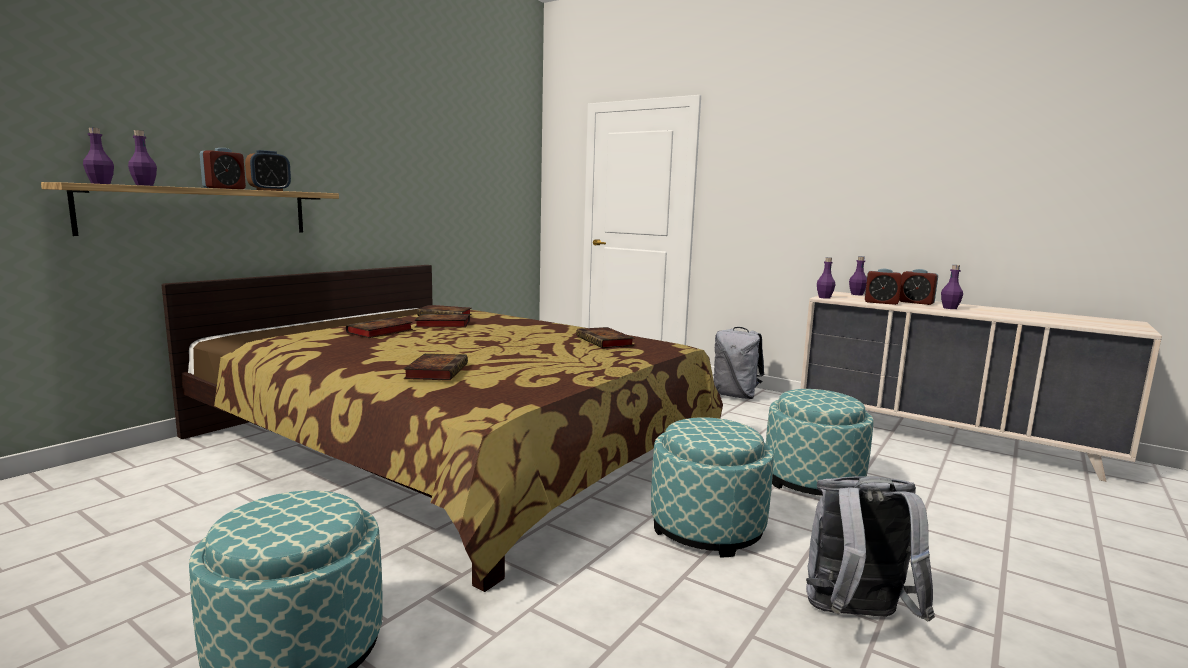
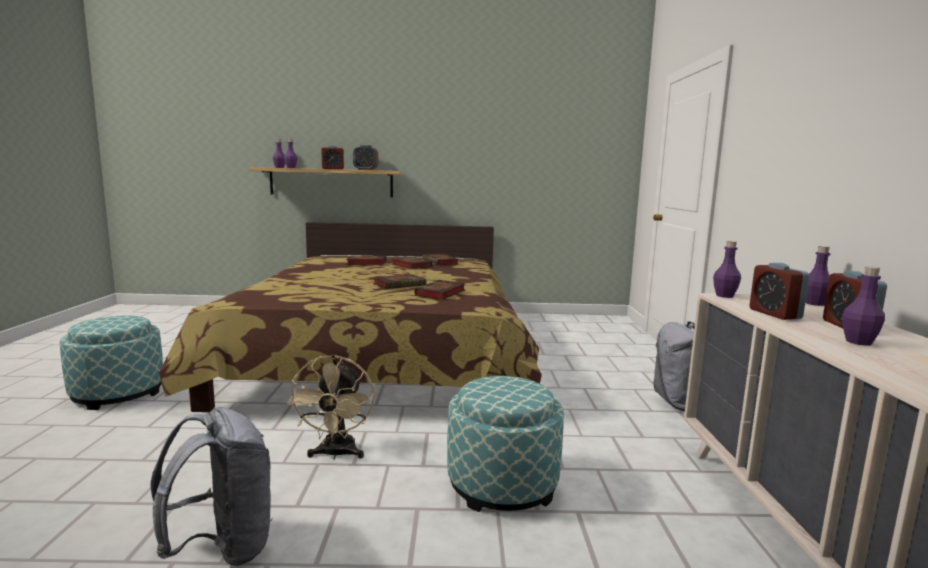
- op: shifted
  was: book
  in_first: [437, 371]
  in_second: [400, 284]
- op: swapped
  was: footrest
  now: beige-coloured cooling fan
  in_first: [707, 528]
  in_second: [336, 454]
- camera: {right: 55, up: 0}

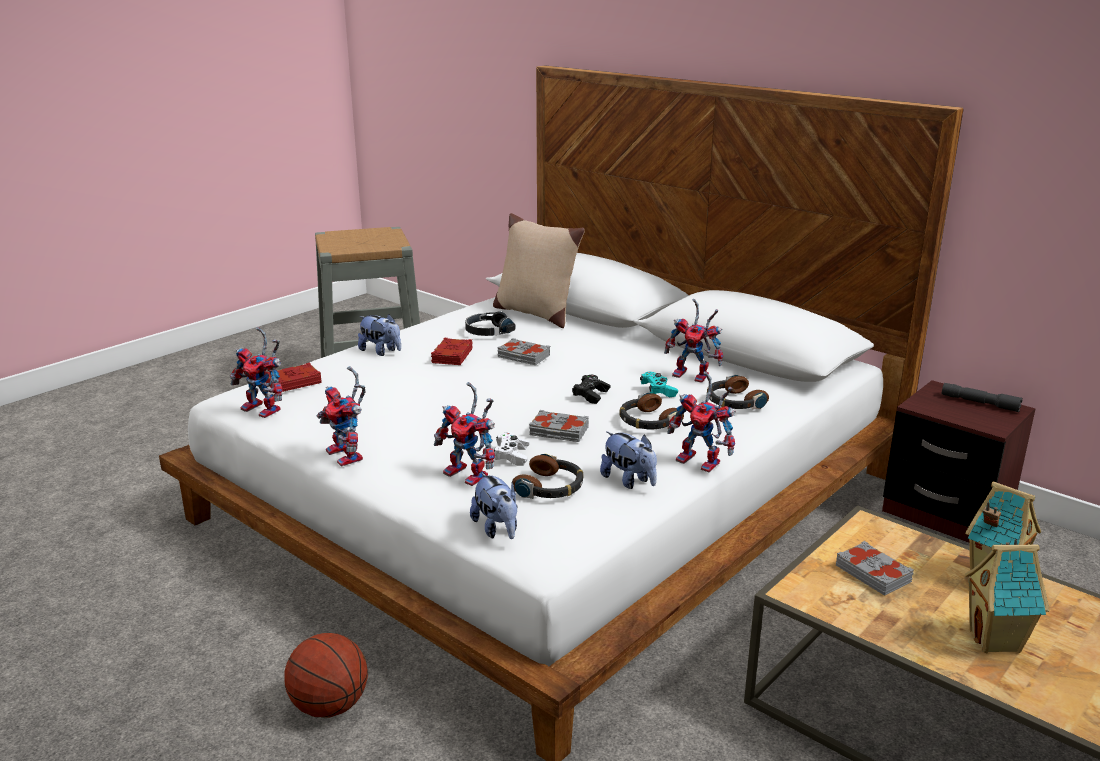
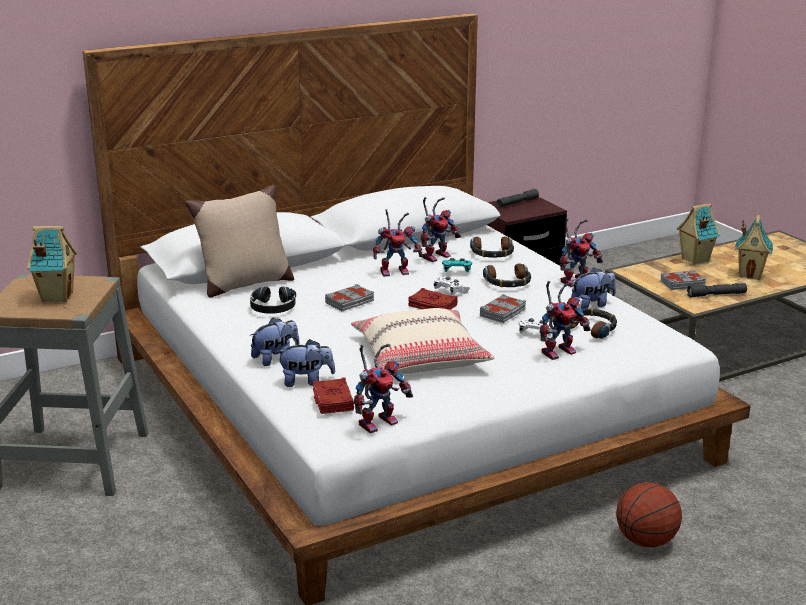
- op: new
  now: model house
  in_second: [56, 297]
- op: new
  now: beige-coloured pillow
  in_second: [419, 357]
- op: new
  now: gray hand torch
  in_second: [716, 295]
- op: shifted
  was: toy robot
  in_first: [349, 456]
  in_second: [396, 271]
- op: shifted
  was: reddish book
  in_first: [451, 356]
  in_second: [432, 306]
- op: shifted
  was: soft toy
  in_first: [497, 529]
  in_second: [306, 381]
- op: repainted
  was: black-coloured gamepad
  now: white gamepad
  in_first: [591, 395]
  in_second: [450, 291]
- camera: {right: -70, up: 0}

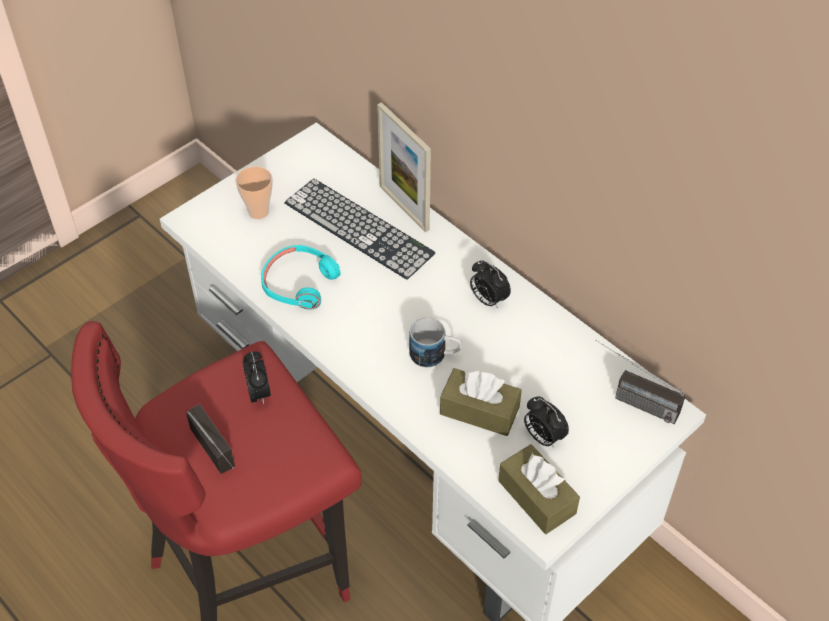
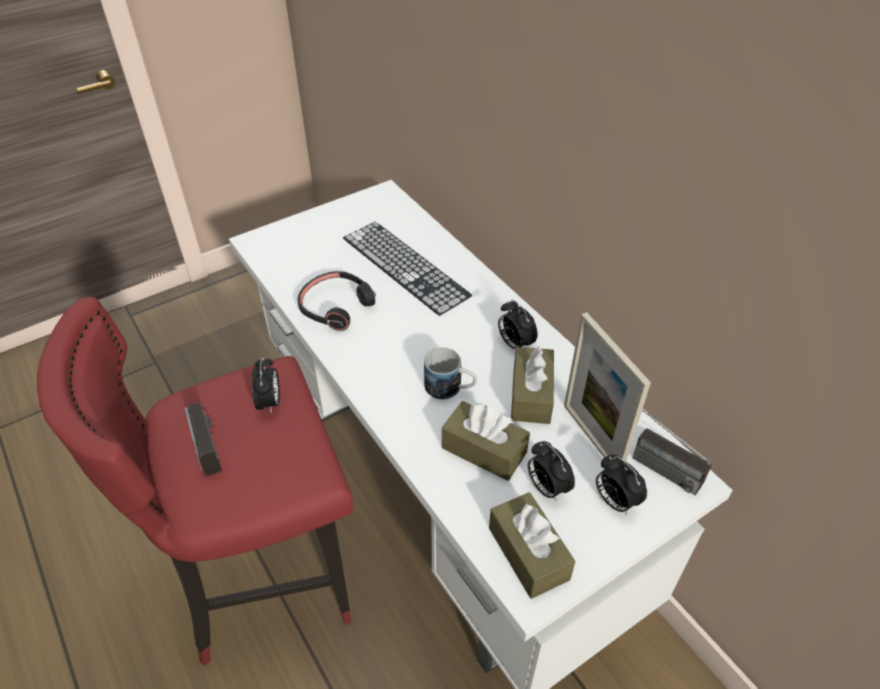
- op: gone
  was: cup
  in_first: [258, 212]
- op: new
  now: brown tissue box
  in_second: [531, 394]
- op: new
  now: bedside clock
  in_second: [614, 501]
- op: shifted
  was: photo frame
  in_first: [404, 208]
  in_second: [592, 437]
- op: repainted
  was: blue-green headset
  now: black-coloured headset
  in_first: [299, 283]
  in_second: [336, 306]
- camera: {right: 10, up: -5}

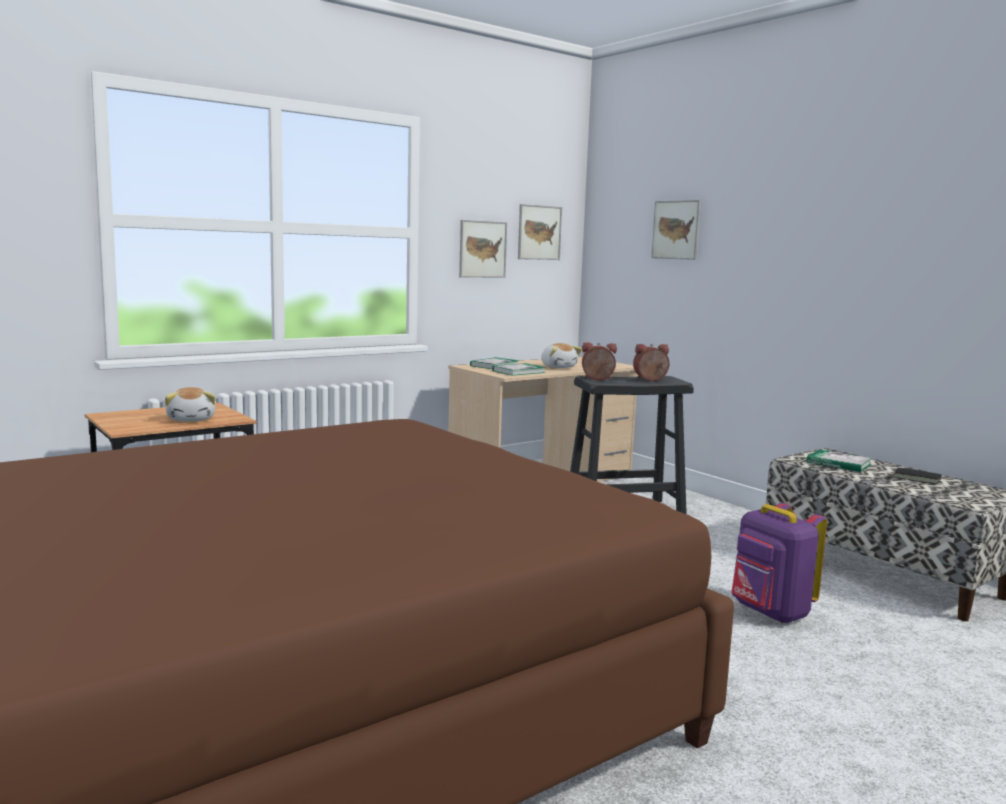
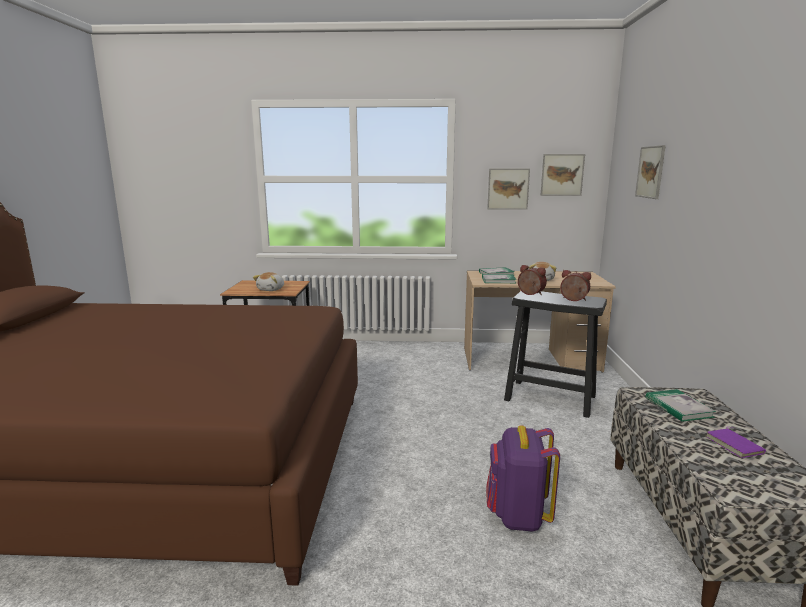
- op: repainted
  was: black-coloured book
  now: purplish book
  in_first: [917, 478]
  in_second: [735, 445]
- camera: {right: 40, up: 5}

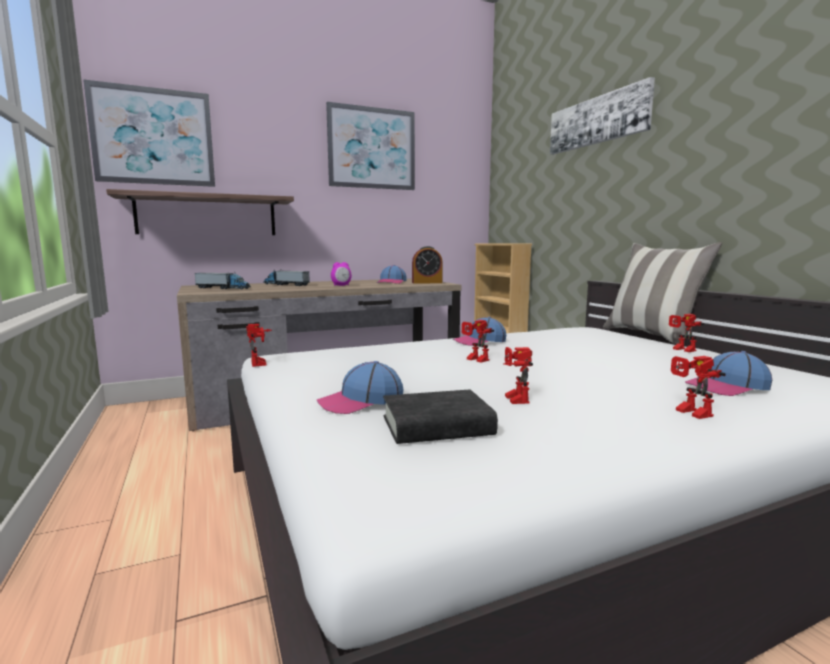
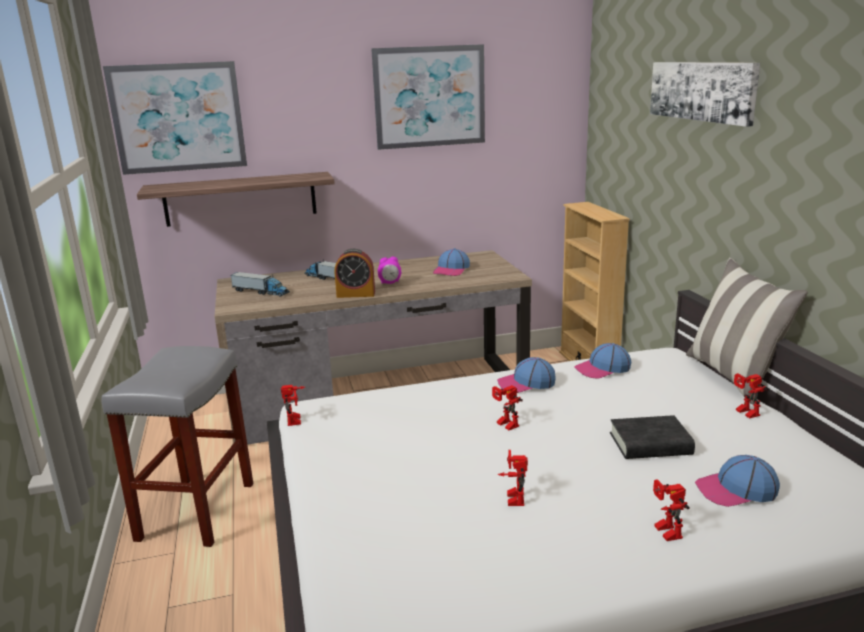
- op: new
  now: gray sitting stool
  in_second: [196, 510]
- op: shifted
  was: cap
  in_first: [361, 401]
  in_second: [602, 369]
- op: shifted
  was: black-coloured book
  in_first: [437, 426]
  in_second: [650, 444]
- op: shifted
  was: bedside clock
  in_first: [427, 282]
  in_second: [356, 294]
- camera: {right: 10, up: 10}

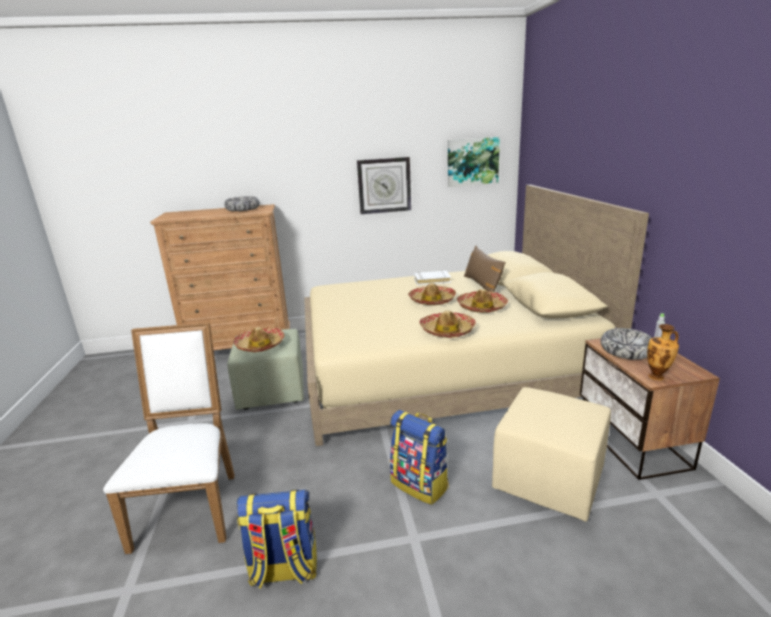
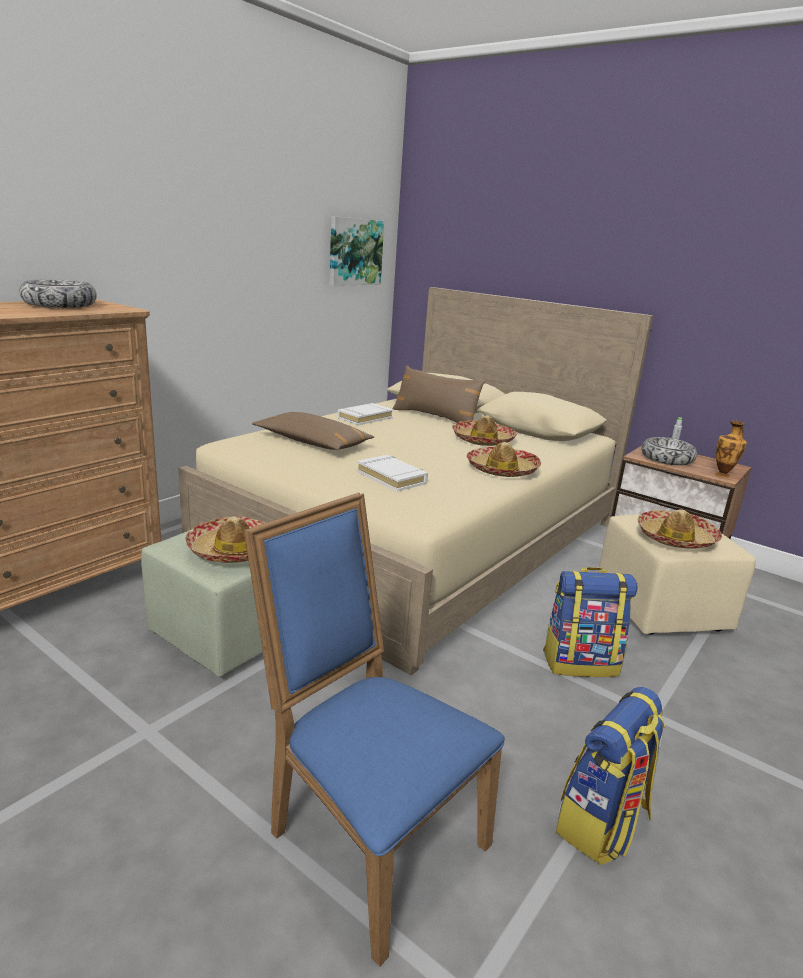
- op: gone
  was: hanging clock
  in_first: [384, 185]
- op: new
  now: brown pillow
  in_second: [312, 443]
- op: new
  now: white book
  in_second: [392, 477]
- op: shifted
  was: wearable hat
  in_first: [432, 300]
  in_second: [675, 538]
- op: repainted
  was: white upright chair
  now: blue-coloured upright chair
  in_first: [191, 505]
  in_second: [367, 836]
- camera: {right: -45, up: 0}

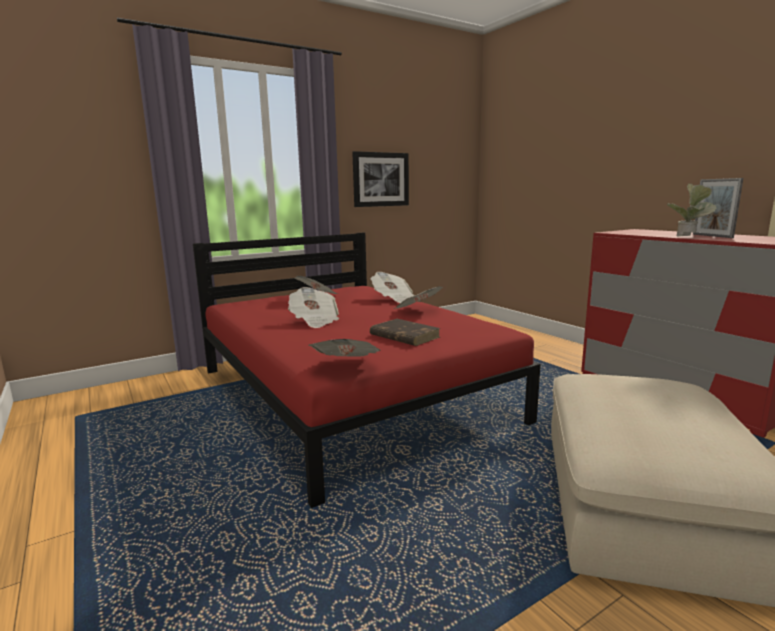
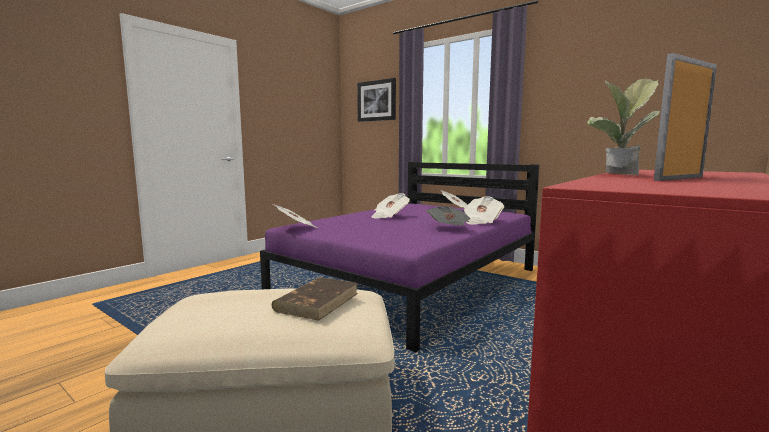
- op: shifted
  was: wall picture
  in_first: [380, 179]
  in_second: [376, 100]
- op: shifted
  was: brown book
  in_first: [404, 336]
  in_second: [317, 301]
- op: repainted
  was: reddish bedroom bed
  now: purplish bedroom bed
  in_first: [349, 394]
  in_second: [411, 282]
- camera: {right: 70, up: -5}

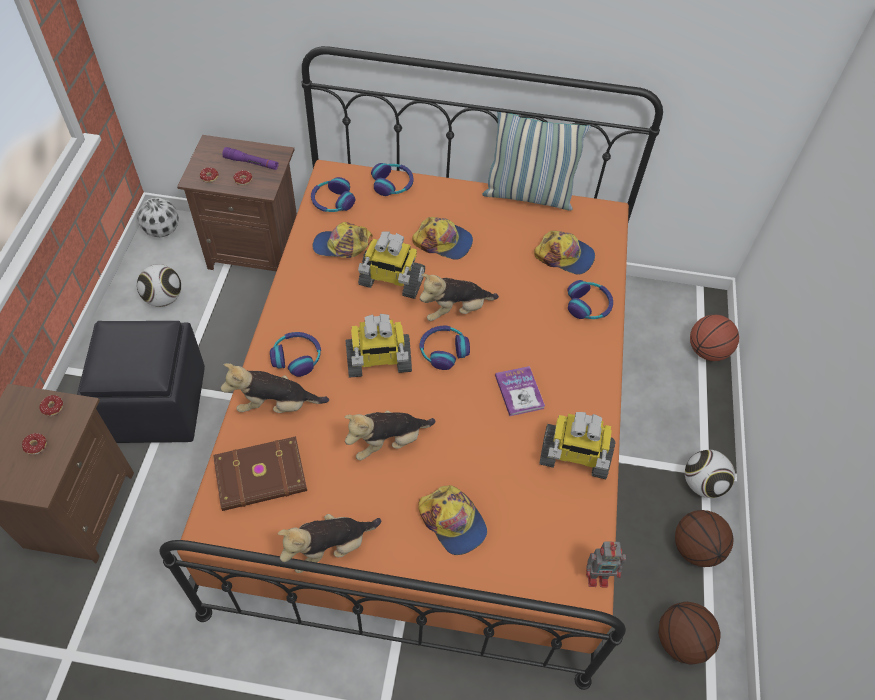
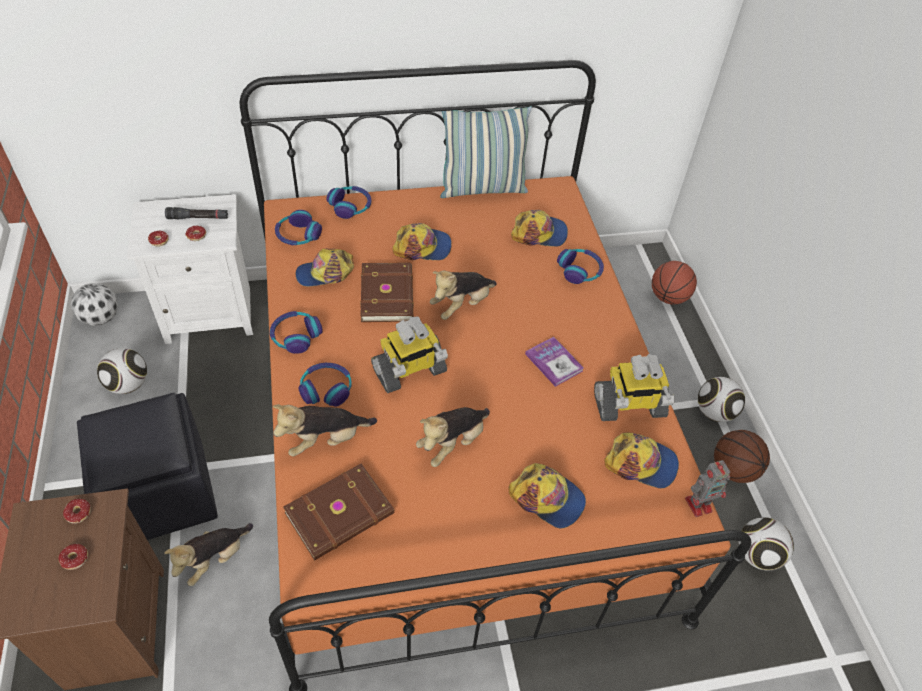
- op: new
  now: cap
  in_second: [641, 463]
- op: shifted
  was: soft toy
  in_first: [330, 548]
  in_second: [214, 559]
- op: shifted
  was: headset
  in_first: [443, 351]
  in_second: [295, 336]
- op: swapped
  was: toy robot
  now: brown book
  in_first: [391, 281]
  in_second: [388, 294]
- op: swapped
  was: basketball ball
  now: ball for football
  in_first: [681, 641]
  in_second: [757, 555]
- op: repainted
  was: brown night table
  now: white night table
  in_first: [256, 250]
  in_second: [210, 313]
- op: repainted
  was: purplish hand torch
  now: black-coloured hand torch
  in_first: [251, 163]
  in_second: [198, 218]
- camera: {right: -20, up: -5}

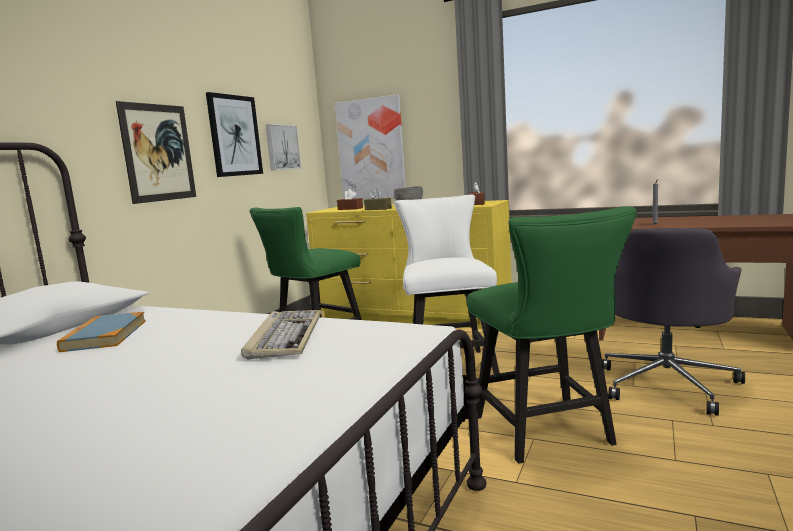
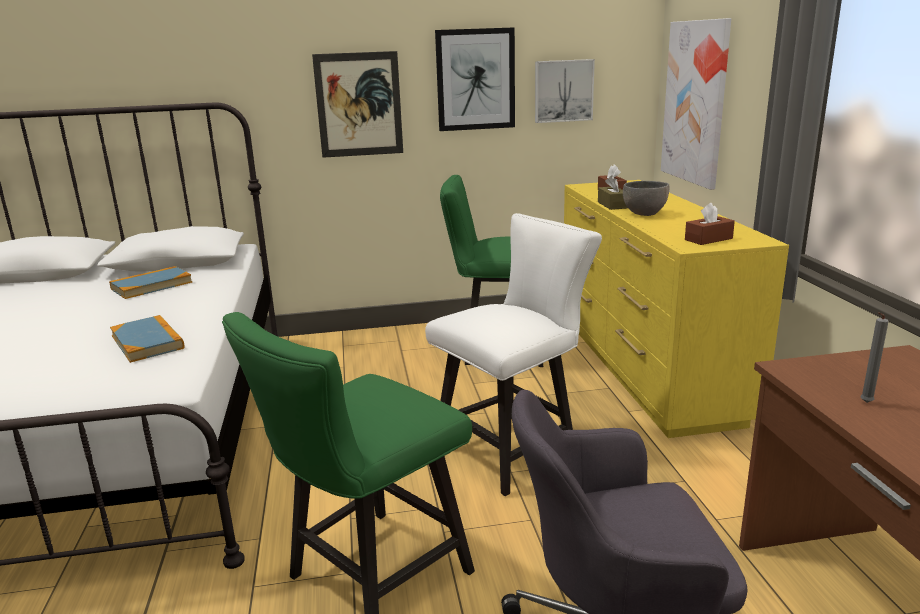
- op: swapped
  was: computer keyboard
  now: book
  in_first: [285, 336]
  in_second: [147, 342]
- camera: {right: 55, up: 10}

